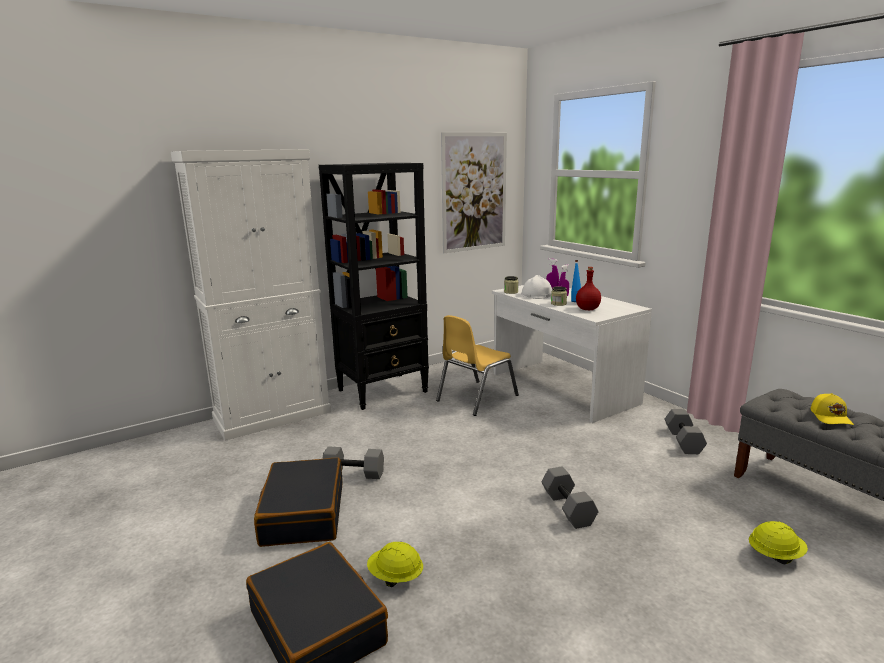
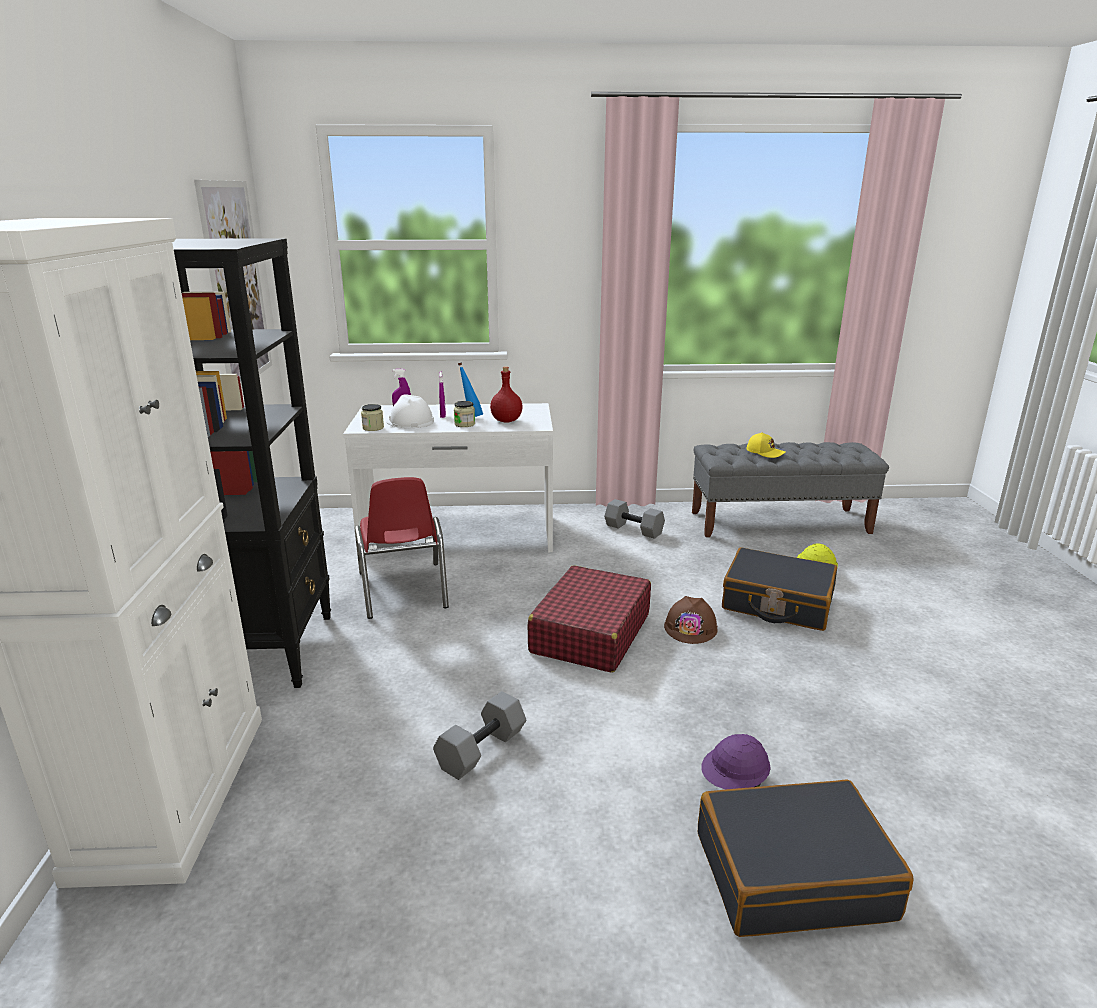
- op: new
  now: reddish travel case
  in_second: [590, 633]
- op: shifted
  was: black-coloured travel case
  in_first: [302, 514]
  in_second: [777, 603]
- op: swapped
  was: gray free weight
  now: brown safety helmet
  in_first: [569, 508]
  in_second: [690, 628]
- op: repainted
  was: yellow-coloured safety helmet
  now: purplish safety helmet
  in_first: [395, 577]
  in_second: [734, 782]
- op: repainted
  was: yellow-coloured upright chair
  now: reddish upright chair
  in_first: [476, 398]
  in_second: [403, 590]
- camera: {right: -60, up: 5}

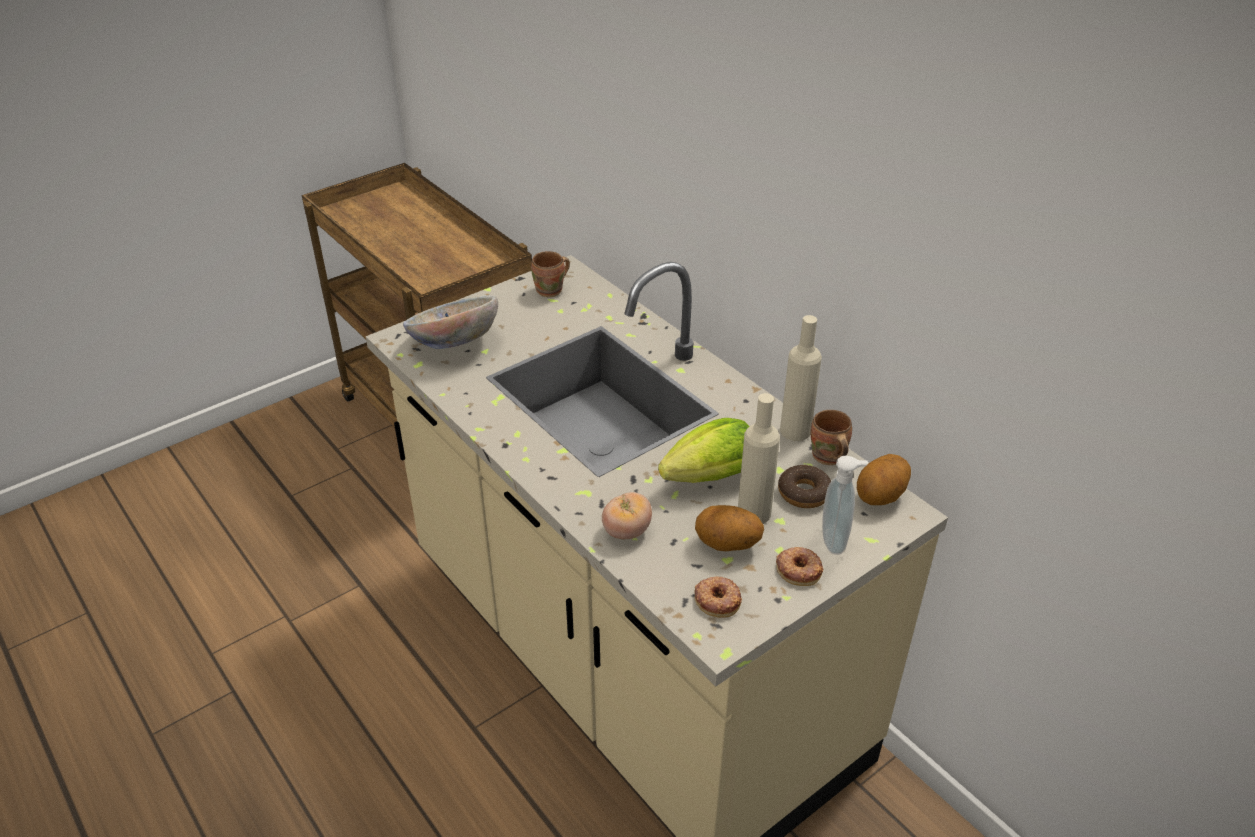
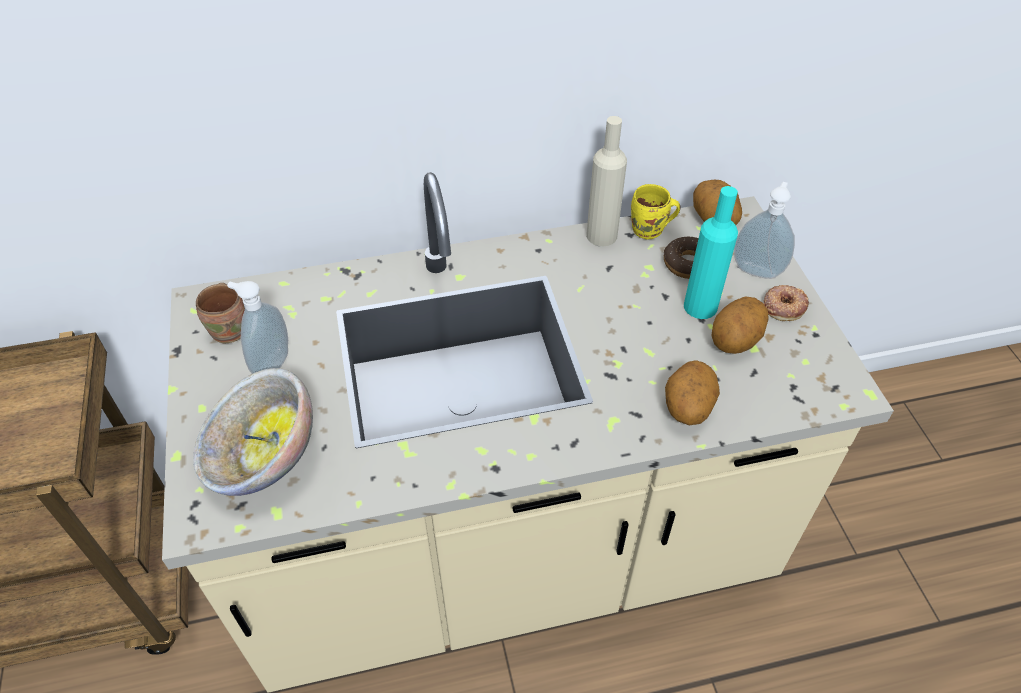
- op: gone
  was: head of lettuce
  in_first: [705, 479]
- op: gone
  was: doughnut
  in_first: [717, 599]
- op: new
  now: liquid soap bottle
  in_second: [270, 364]
- op: swapped
  was: tomato
  now: potato
  in_first: [626, 531]
  in_second: [687, 408]
- op: repainted
  was: beige-coloured bottle
  now: blue-green bottle
  in_first: [754, 513]
  in_second: [700, 306]
- op: repainted
  was: brown tea mug
  now: yellow-coloured tea mug
  in_first: [827, 458]
  in_second: [649, 231]
- camera: {right: -65, up: 10}

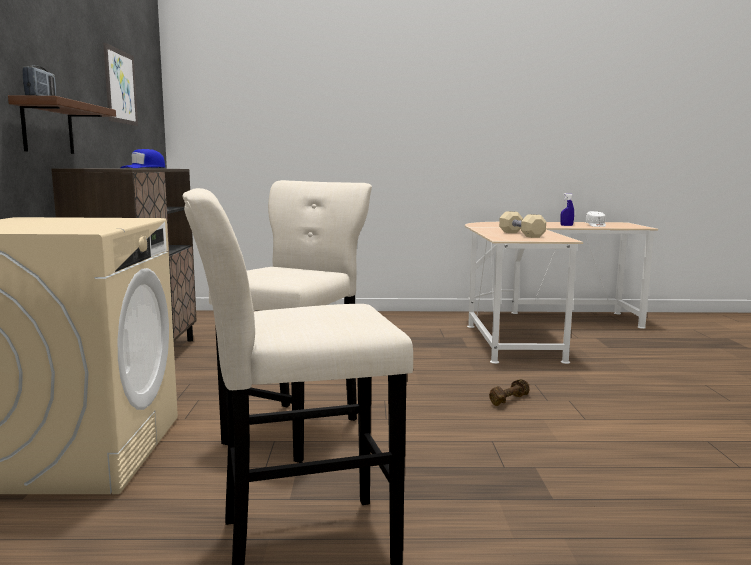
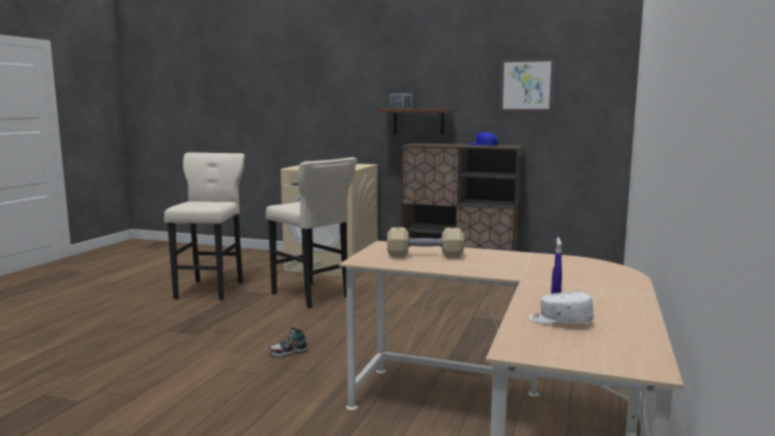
- op: swapped
  was: brown free weight
  now: item of footwear
  in_first: [508, 400]
  in_second: [288, 353]
- camera: {right: 110, up: 0}

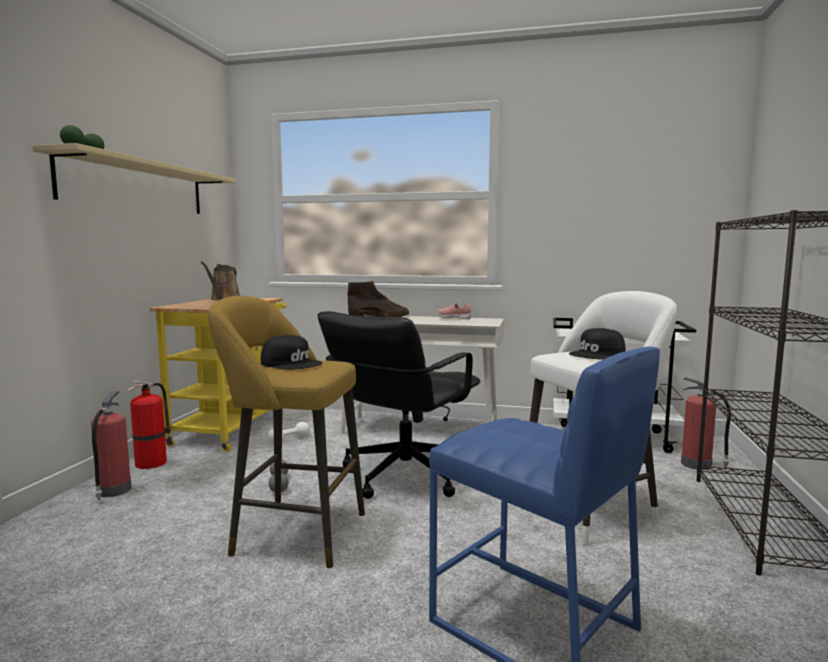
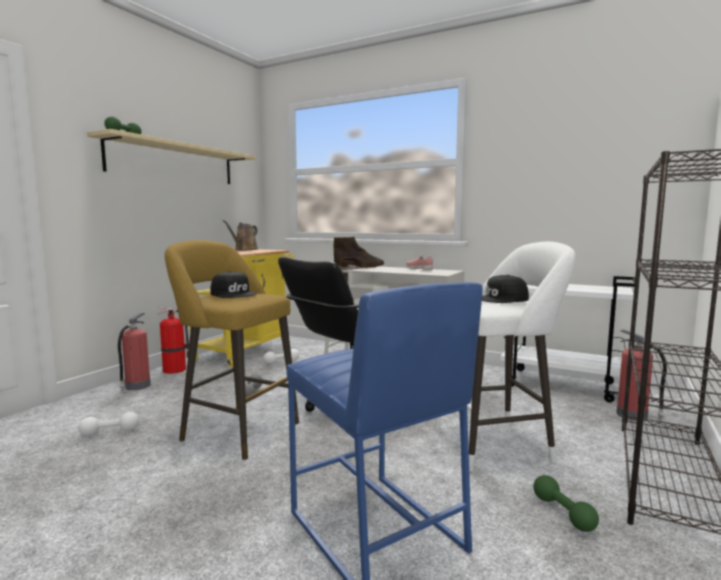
- op: new
  now: white free weight
  in_second: [110, 432]
- op: new
  now: green-coloured free weight
  in_second: [563, 513]
- camera: {right: 15, up: 0}

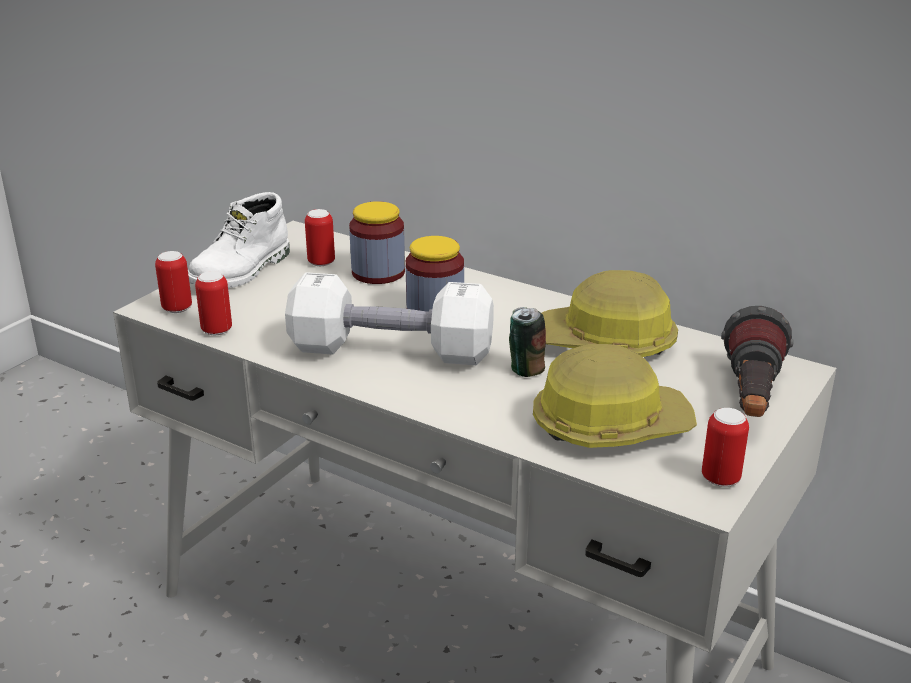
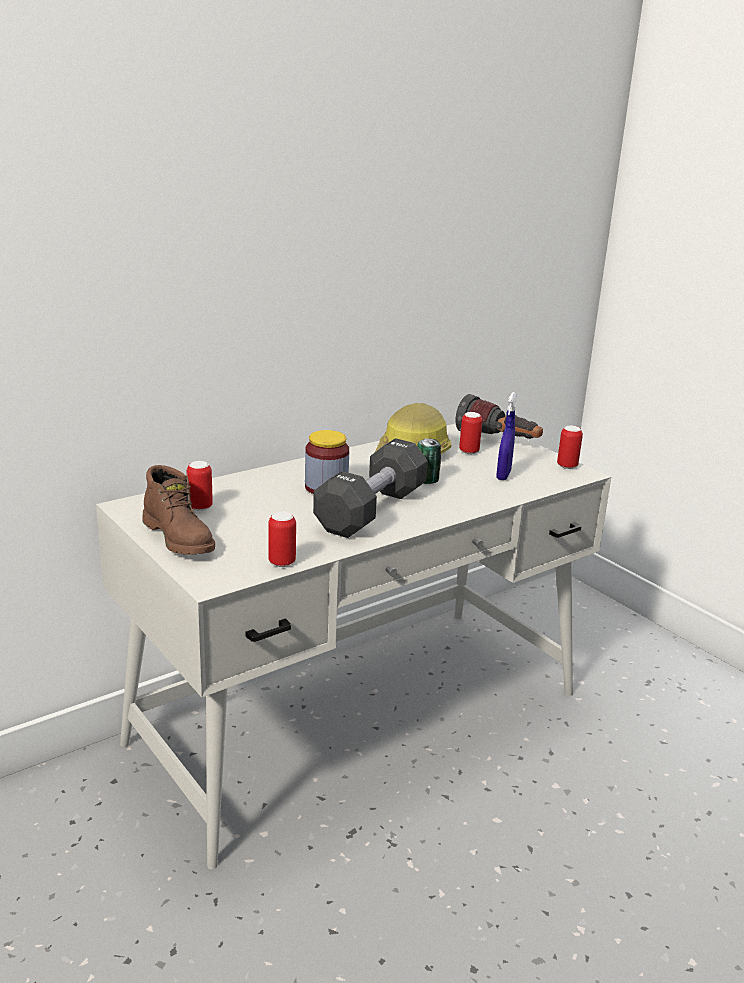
- op: gone
  was: preserve jar
  in_first: [378, 273]
- op: shifted
  was: metal can
  in_first: [177, 308]
  in_second: [469, 451]
- op: swapped
  was: safety helmet
  now: blue-coloured spray bottle
  in_first: [609, 425]
  in_second: [503, 475]
- op: repainted
  was: white high-top boot
  now: brown high-top boot
  in_first: [242, 271]
  in_second: [180, 538]
- op: repainted
  was: white free weight
  now: black-coloured free weight
  in_first: [391, 351]
  in_second: [371, 510]
- camera: {right: -70, up: -5}

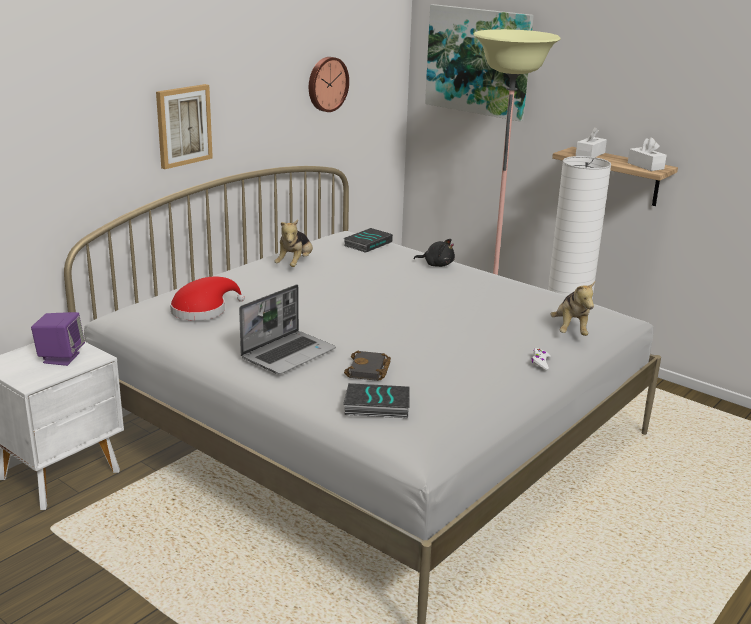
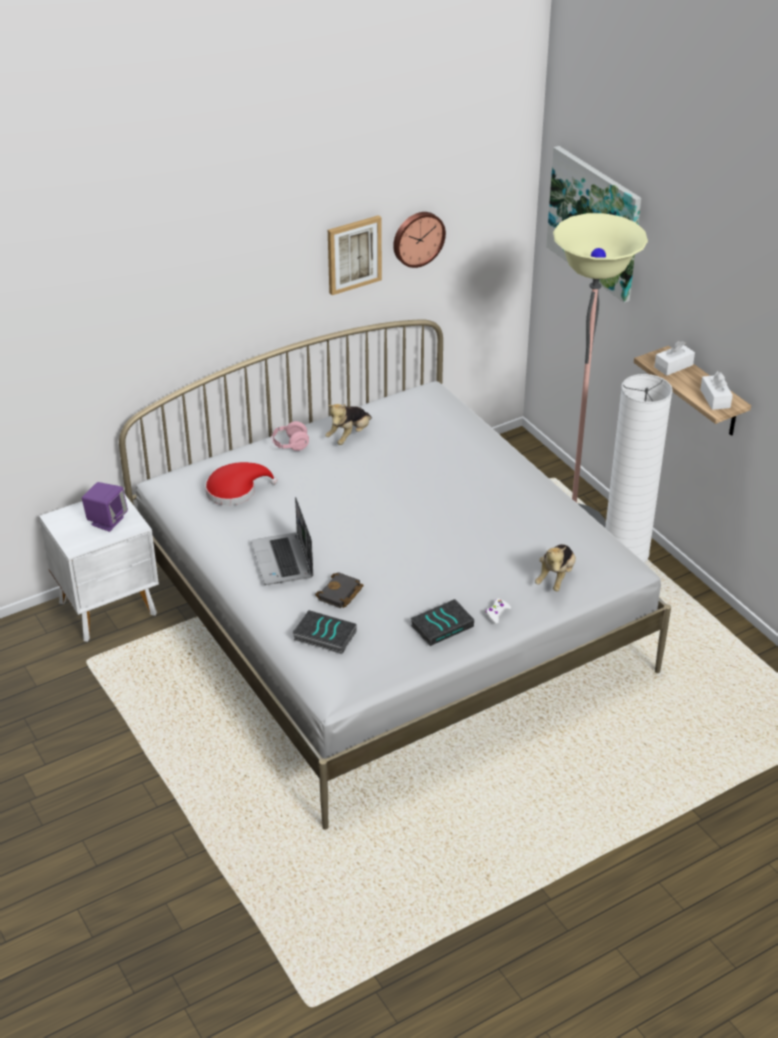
- op: gone
  was: black-coloured soft toy
  in_first: [437, 265]
- op: new
  now: pinkish headset
  in_second: [290, 445]
- op: shifted
  was: wall picture
  in_first: [183, 125]
  in_second: [353, 254]
- op: shifted
  was: book
  in_first: [367, 243]
  in_second: [442, 625]
- op: rotated
  was: portable computer
  in_first: [288, 354]
  in_second: [283, 561]
  clockwise: 105
- camera: {right: 20, up: 15}

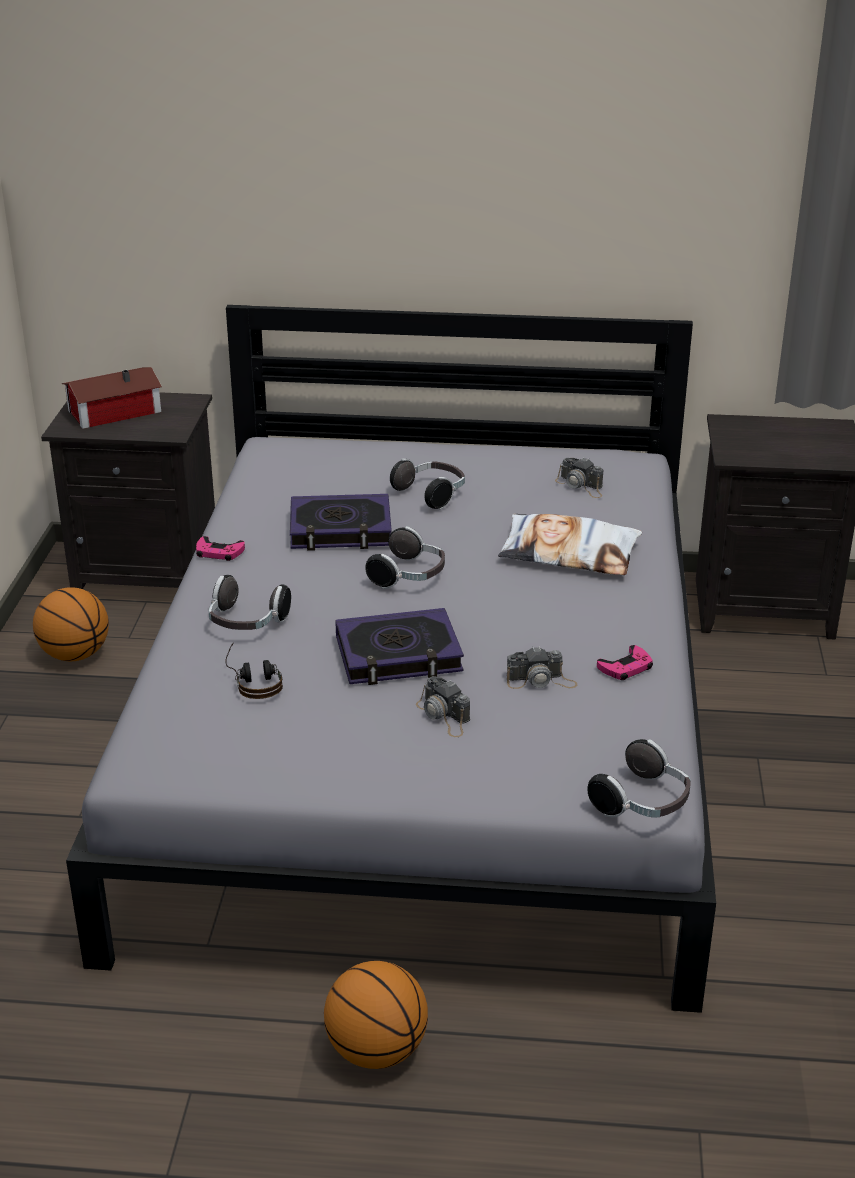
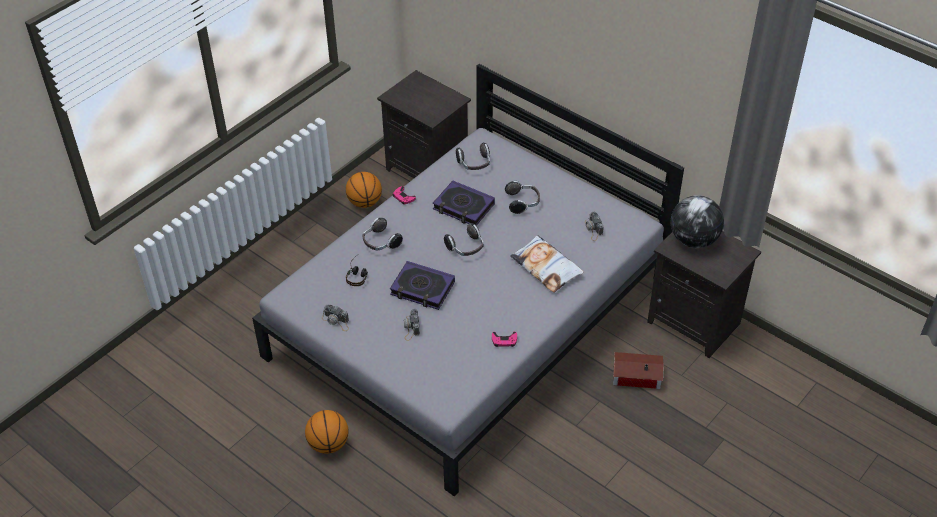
- op: new
  now: desk globe
  in_second: [693, 240]
- op: shifted
  was: model house
  in_first: [111, 411]
  in_second: [635, 375]
- op: shifted
  was: still camera
  in_first: [541, 681]
  in_second: [336, 321]
- op: shifted
  was: headset
  in_first: [643, 803]
  in_second: [474, 164]
- camera: {right: 35, up: 15}

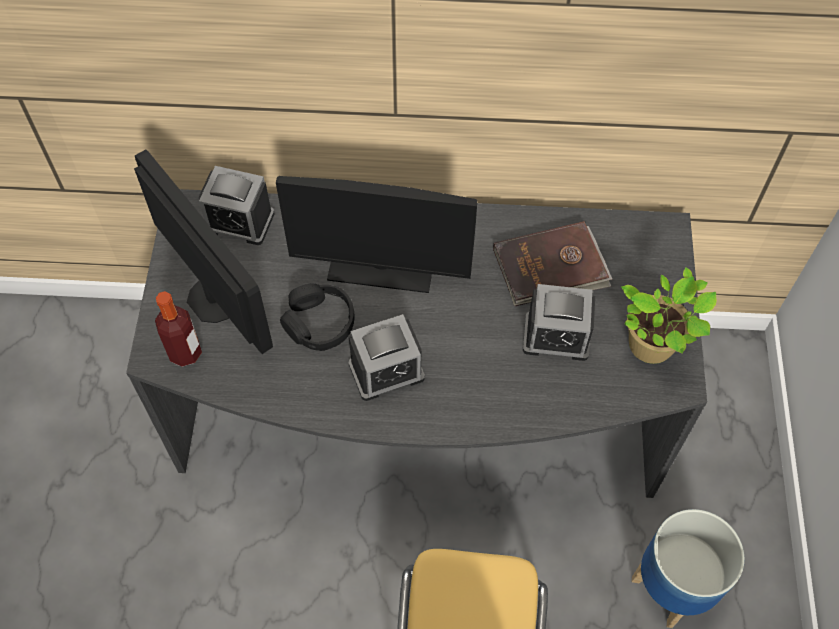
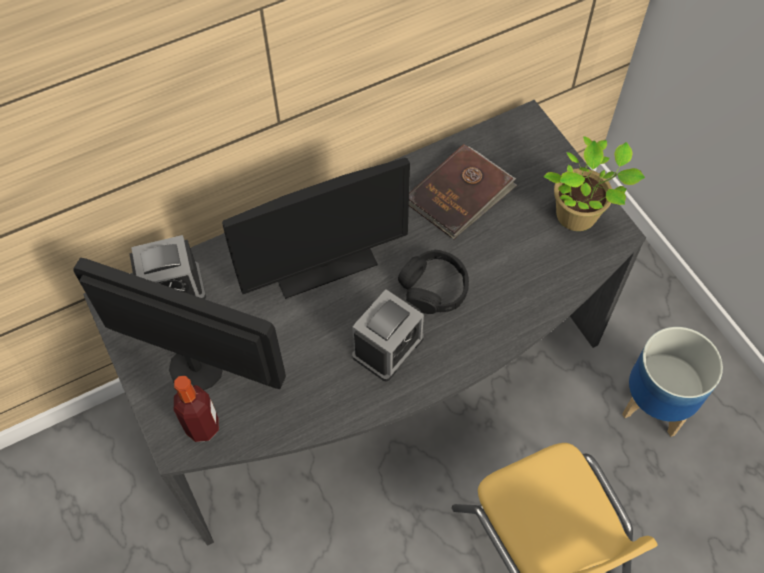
- op: gone
  was: bedside clock
  in_first: [556, 337]
- op: shifted
  was: black-coloured headset
  in_first: [319, 323]
  in_second: [433, 288]
- camera: {right: -30, up: 0}

